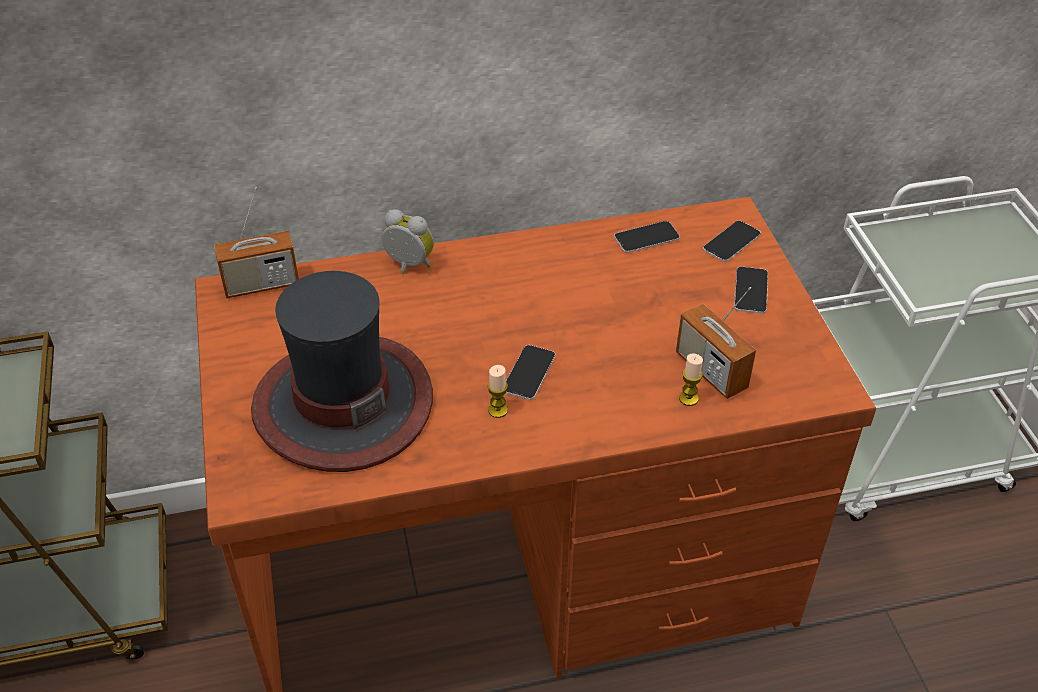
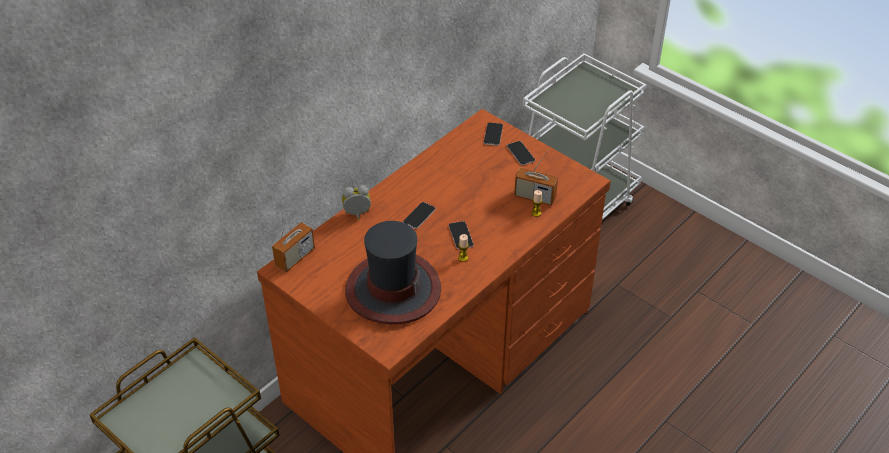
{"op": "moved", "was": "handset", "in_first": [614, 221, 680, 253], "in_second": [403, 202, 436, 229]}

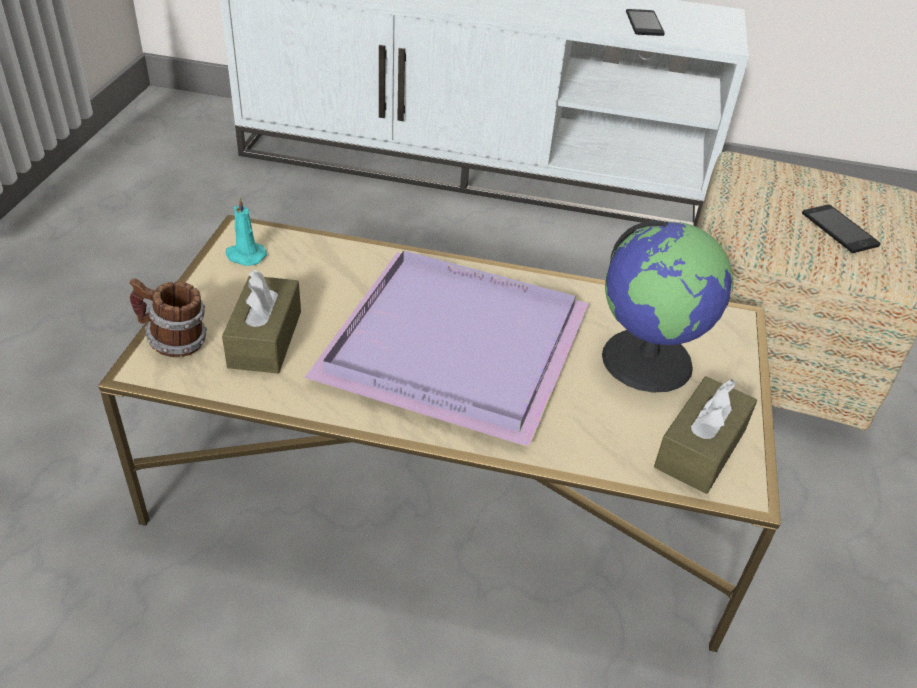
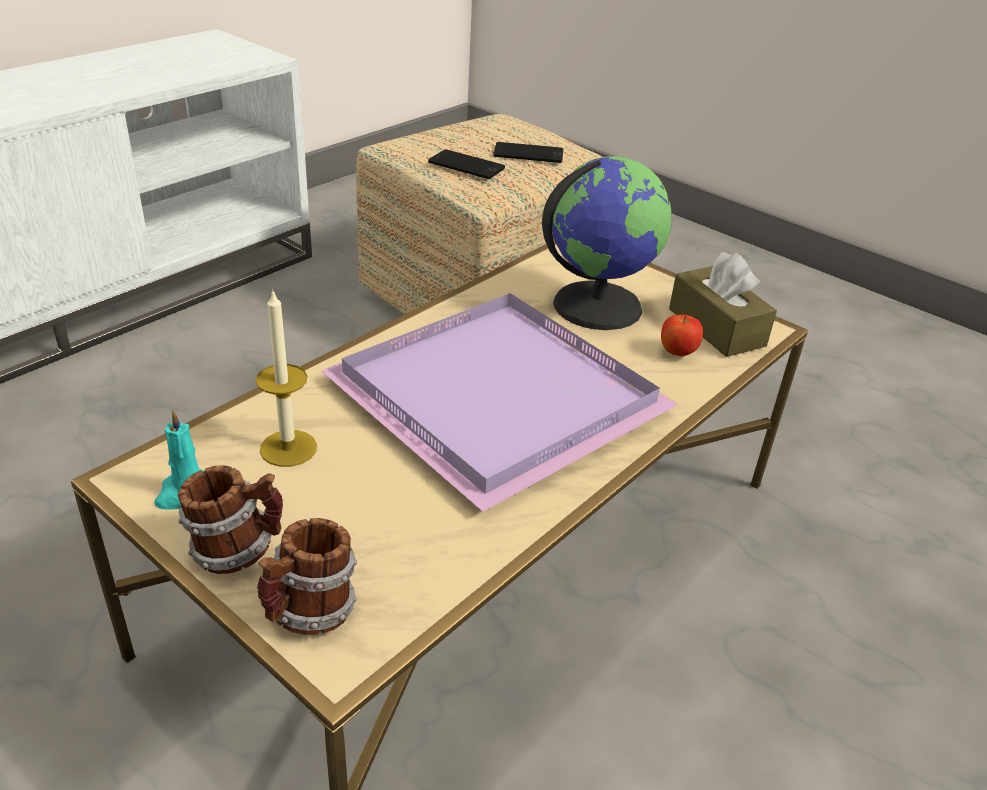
{"op": "moved", "was": "handset", "in_first": [626, 9, 665, 36], "in_second": [428, 149, 505, 179]}
{"op": "removed", "was": "brownish tissue box", "in_first": [222, 270, 301, 374]}
{"op": "added", "now": "wax candle", "in_second": [256, 289, 317, 467]}
{"op": "added", "now": "apple", "in_second": [661, 315, 703, 356]}
{"op": "added", "now": "tea mug", "in_second": [178, 465, 283, 574]}

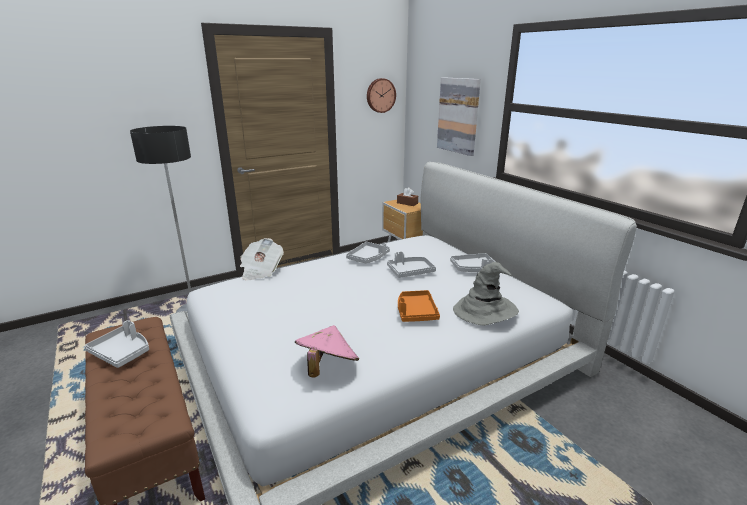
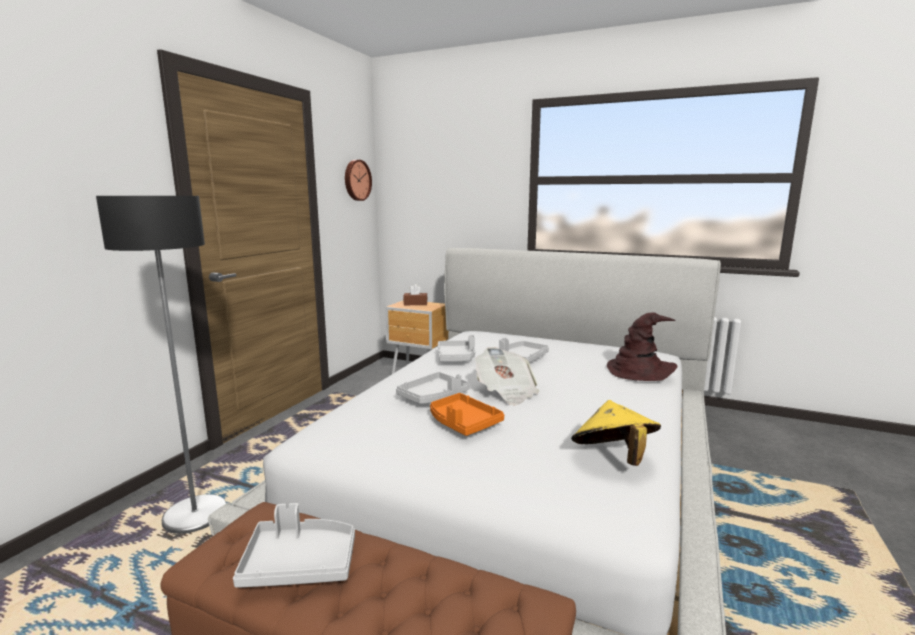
{"op": "removed", "was": "picture", "in_first": [437, 77, 481, 156]}
{"op": "moved", "was": "printed paper", "in_first": [240, 238, 284, 280], "in_second": [475, 347, 539, 406]}
{"op": "moved", "was": "greyish serving tray", "in_first": [450, 253, 495, 272], "in_second": [396, 372, 470, 404]}
{"op": "recoloured", "was": "greyish wearable hat", "now": "brownish wearable hat", "in_first": [453, 262, 519, 326], "in_second": [607, 312, 678, 381]}
{"op": "moved", "was": "orangey serving tray", "in_first": [398, 290, 440, 322], "in_second": [430, 393, 504, 436]}
{"op": "recoloured", "was": "pink wearable hat", "now": "yellow wearable hat", "in_first": [295, 325, 359, 378], "in_second": [571, 400, 661, 466]}

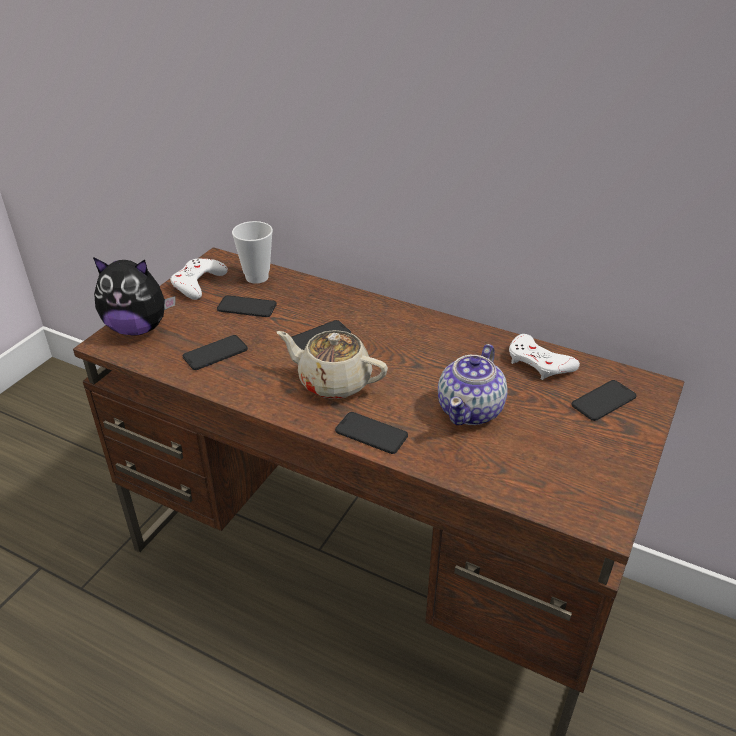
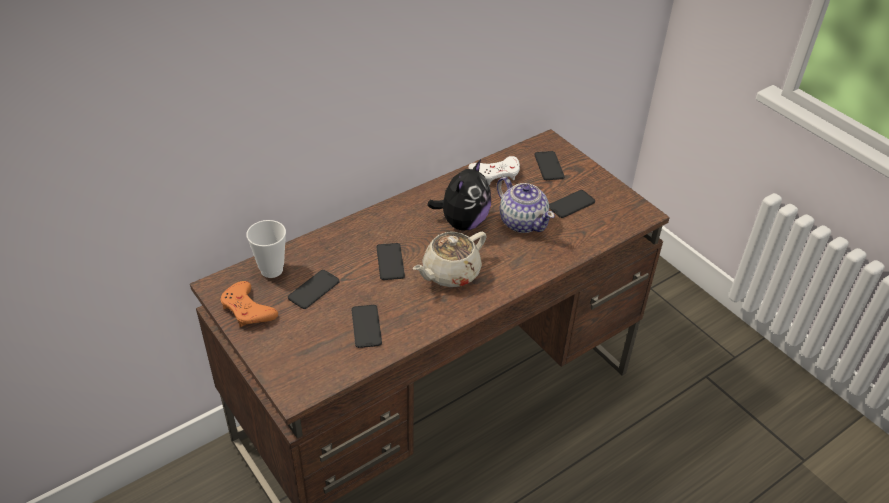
{"op": "moved", "was": "soft toy", "in_first": [93, 257, 175, 336], "in_second": [427, 159, 491, 231]}
{"op": "recoloured", "was": "white game controller", "now": "orangey game controller", "in_first": [170, 258, 228, 300], "in_second": [220, 281, 278, 327]}
{"op": "moved", "was": "handset", "in_first": [335, 412, 408, 454], "in_second": [549, 190, 595, 218]}

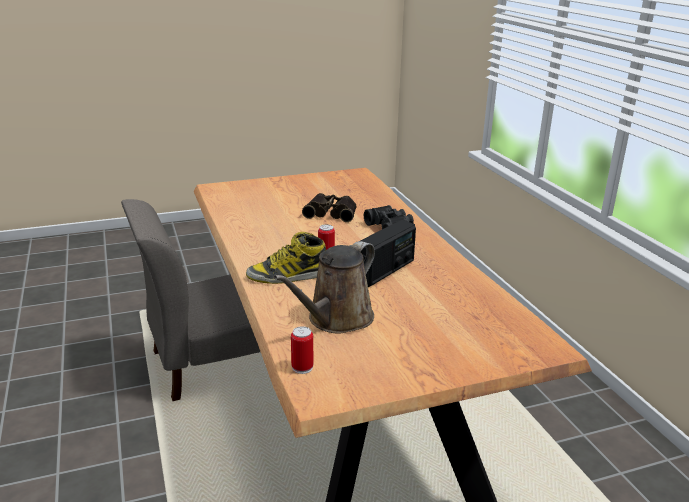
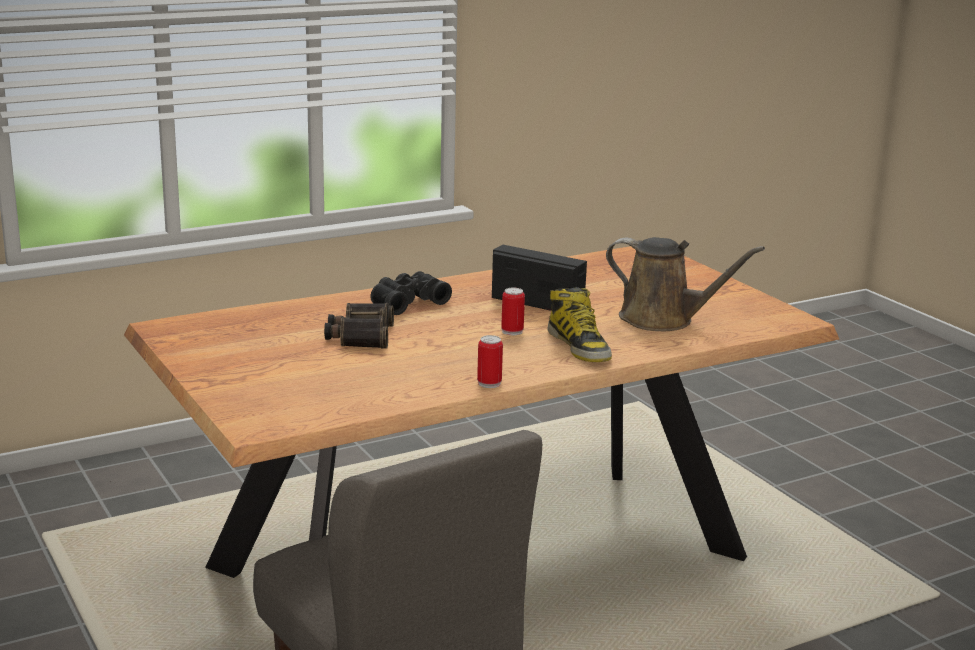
{"op": "moved", "was": "sealed can", "in_first": [291, 326, 313, 374], "in_second": [477, 335, 503, 388]}

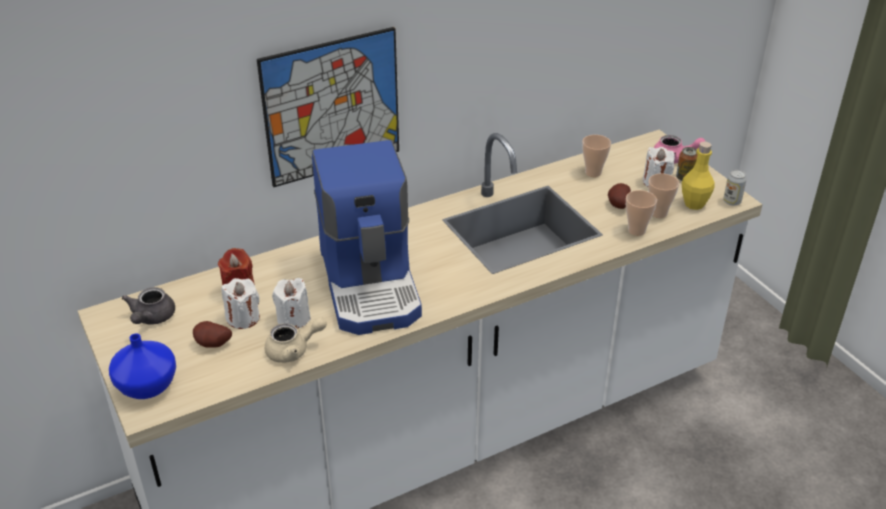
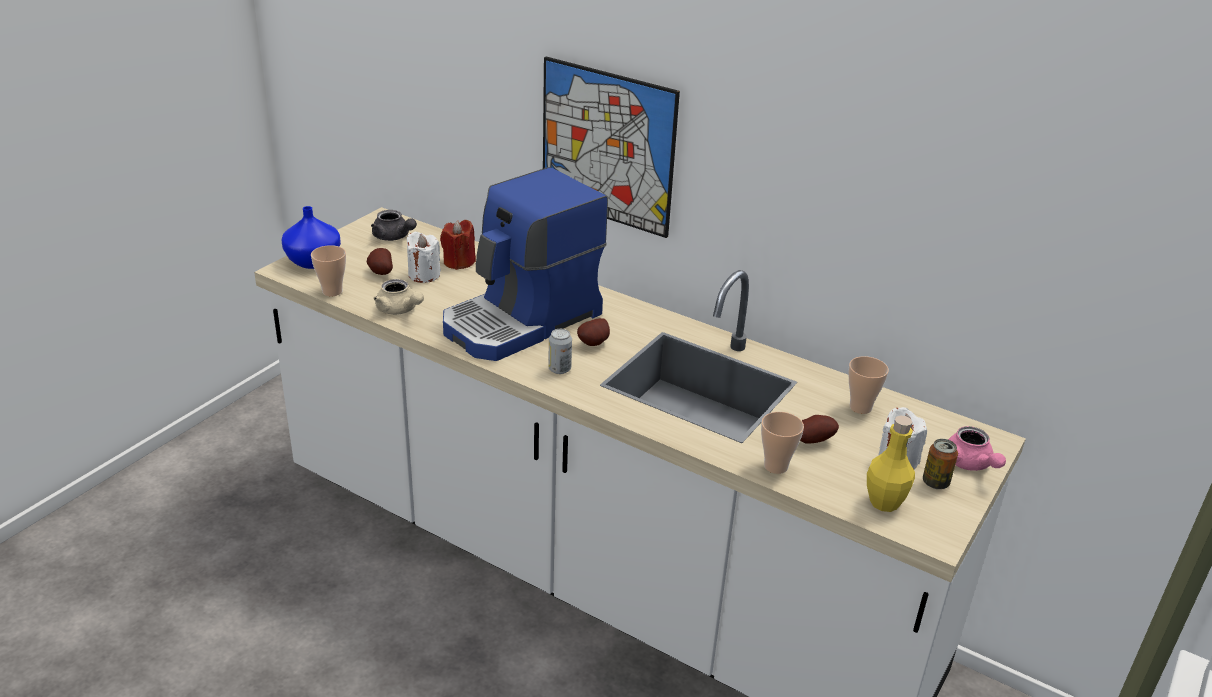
{"op": "moved", "was": "sealed can", "in_first": [723, 170, 747, 206], "in_second": [548, 329, 572, 374]}
{"op": "moved", "was": "small cup", "in_first": [648, 173, 679, 218], "in_second": [311, 245, 346, 297]}
{"op": "removed", "was": "white wax candle", "in_first": [272, 278, 311, 329]}
{"op": "turned", "was": "greyish teapot", "in_first": [122, 287, 175, 324], "in_second": [371, 210, 417, 241], "clockwise": -120}
{"op": "added", "now": "potato", "in_second": [577, 318, 610, 346]}

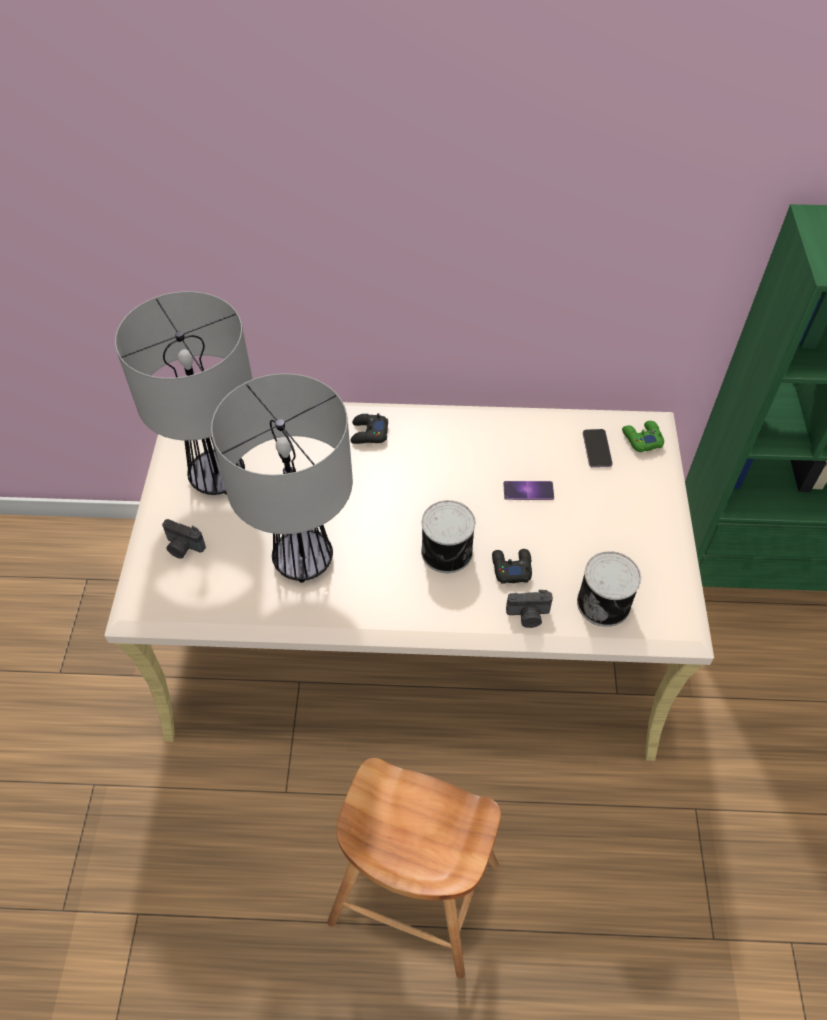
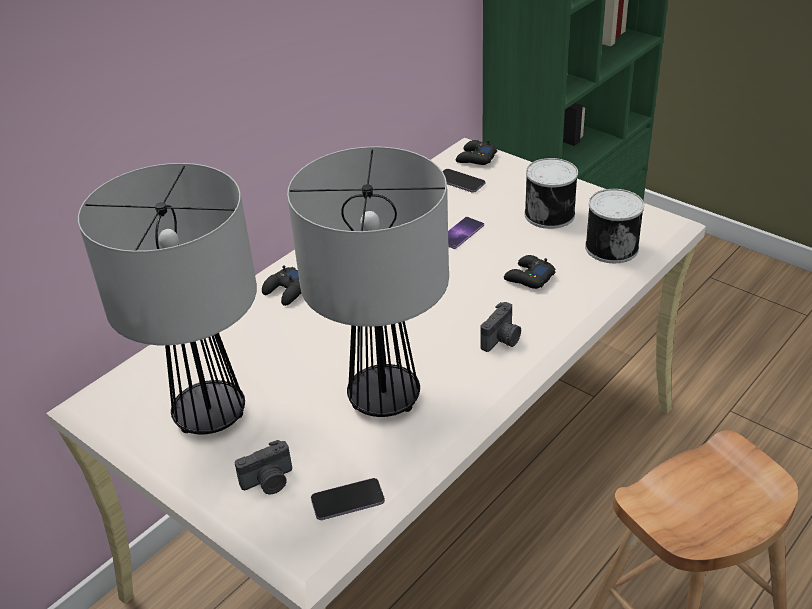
{"op": "recoloured", "was": "green-coloured game controller", "now": "blackish game controller", "in_first": [622, 421, 664, 452], "in_second": [456, 140, 497, 165]}
{"op": "moved", "was": "sealed can", "in_first": [421, 500, 475, 573], "in_second": [524, 158, 578, 229]}
{"op": "moved", "was": "photo camera", "in_first": [506, 590, 553, 628], "in_second": [480, 302, 521, 352]}
{"op": "added", "now": "handset", "in_second": [311, 478, 385, 520]}

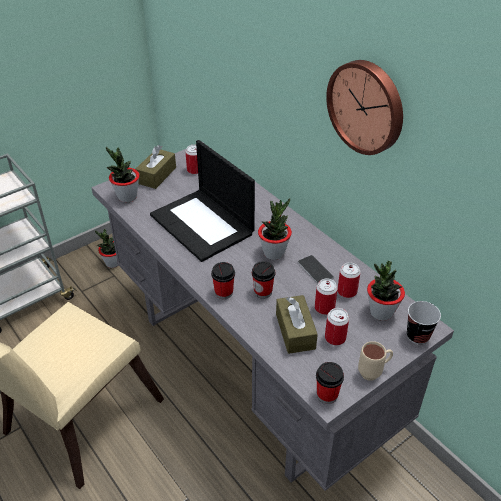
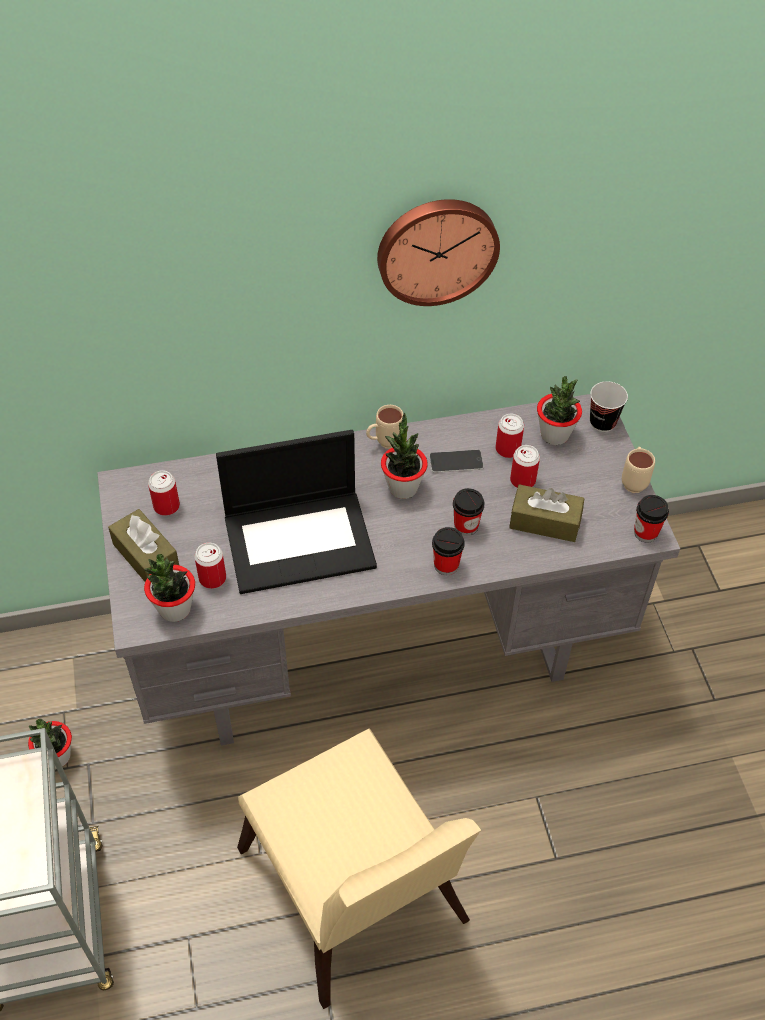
{"op": "moved", "was": "sealed can", "in_first": [325, 308, 349, 345], "in_second": [194, 542, 226, 589]}
{"op": "added", "now": "beige-coloured tea mug", "in_second": [366, 405, 403, 449]}

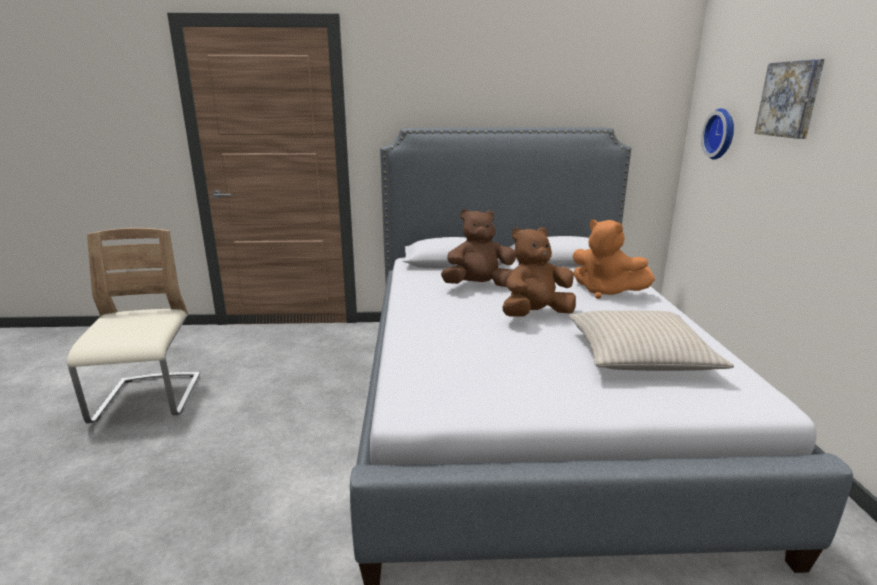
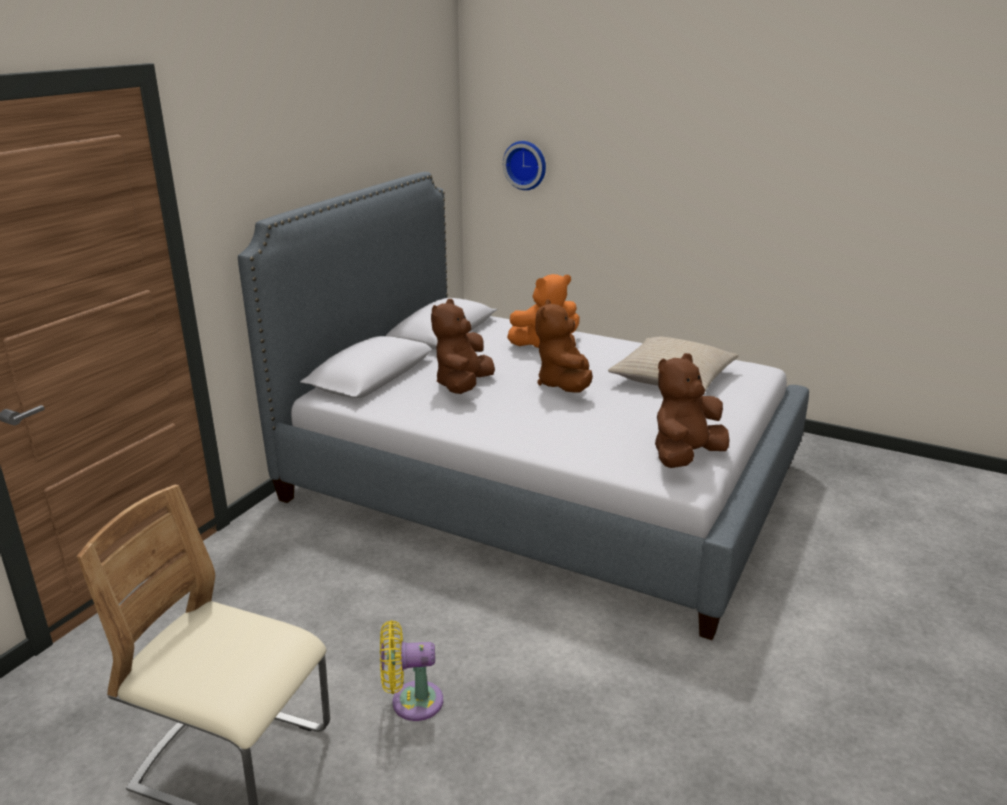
{"op": "removed", "was": "picture", "in_first": [754, 59, 825, 139]}
{"op": "added", "now": "brownish soft toy", "in_second": [655, 353, 730, 468]}
{"op": "added", "now": "yellow electric fan", "in_second": [380, 620, 443, 721]}

